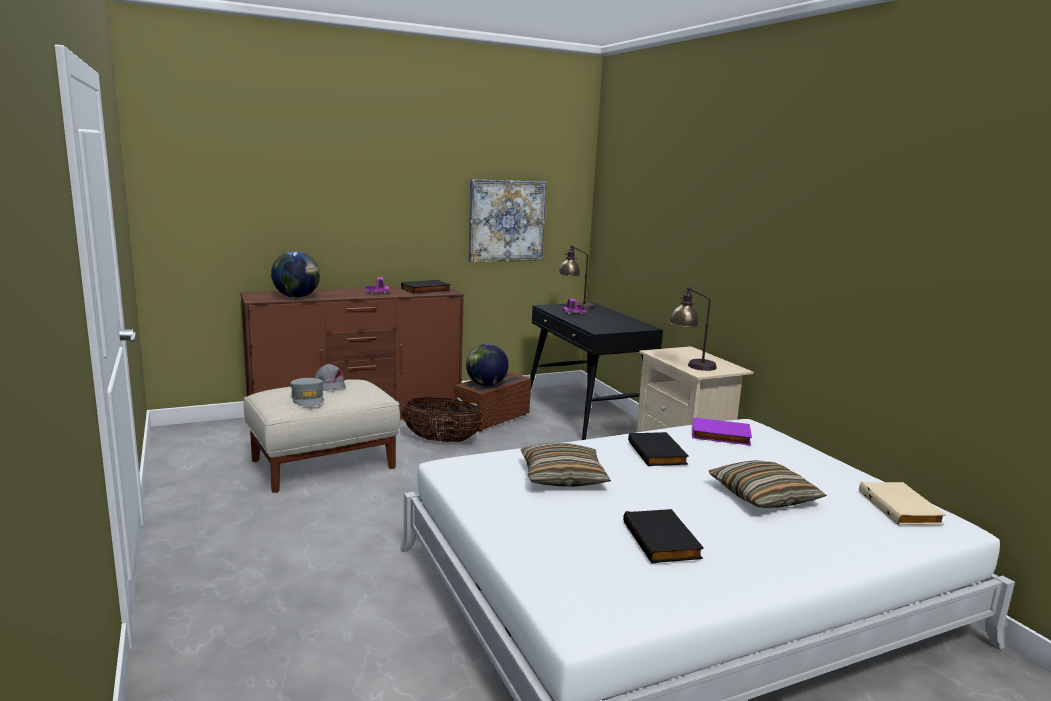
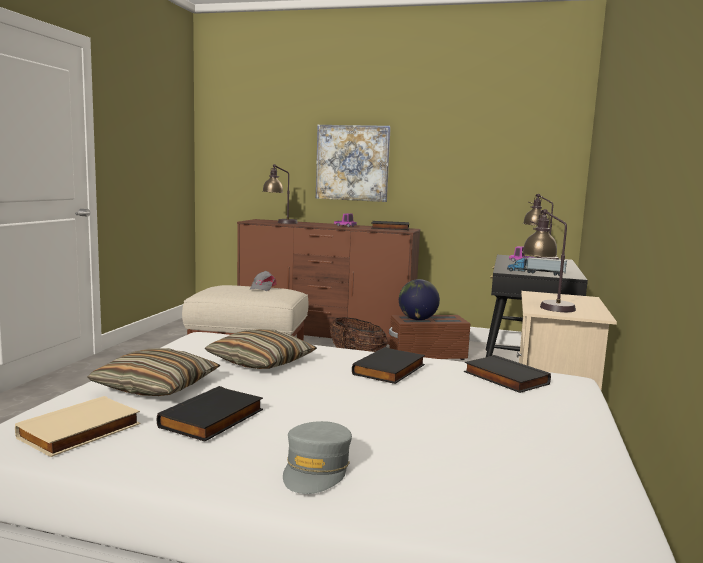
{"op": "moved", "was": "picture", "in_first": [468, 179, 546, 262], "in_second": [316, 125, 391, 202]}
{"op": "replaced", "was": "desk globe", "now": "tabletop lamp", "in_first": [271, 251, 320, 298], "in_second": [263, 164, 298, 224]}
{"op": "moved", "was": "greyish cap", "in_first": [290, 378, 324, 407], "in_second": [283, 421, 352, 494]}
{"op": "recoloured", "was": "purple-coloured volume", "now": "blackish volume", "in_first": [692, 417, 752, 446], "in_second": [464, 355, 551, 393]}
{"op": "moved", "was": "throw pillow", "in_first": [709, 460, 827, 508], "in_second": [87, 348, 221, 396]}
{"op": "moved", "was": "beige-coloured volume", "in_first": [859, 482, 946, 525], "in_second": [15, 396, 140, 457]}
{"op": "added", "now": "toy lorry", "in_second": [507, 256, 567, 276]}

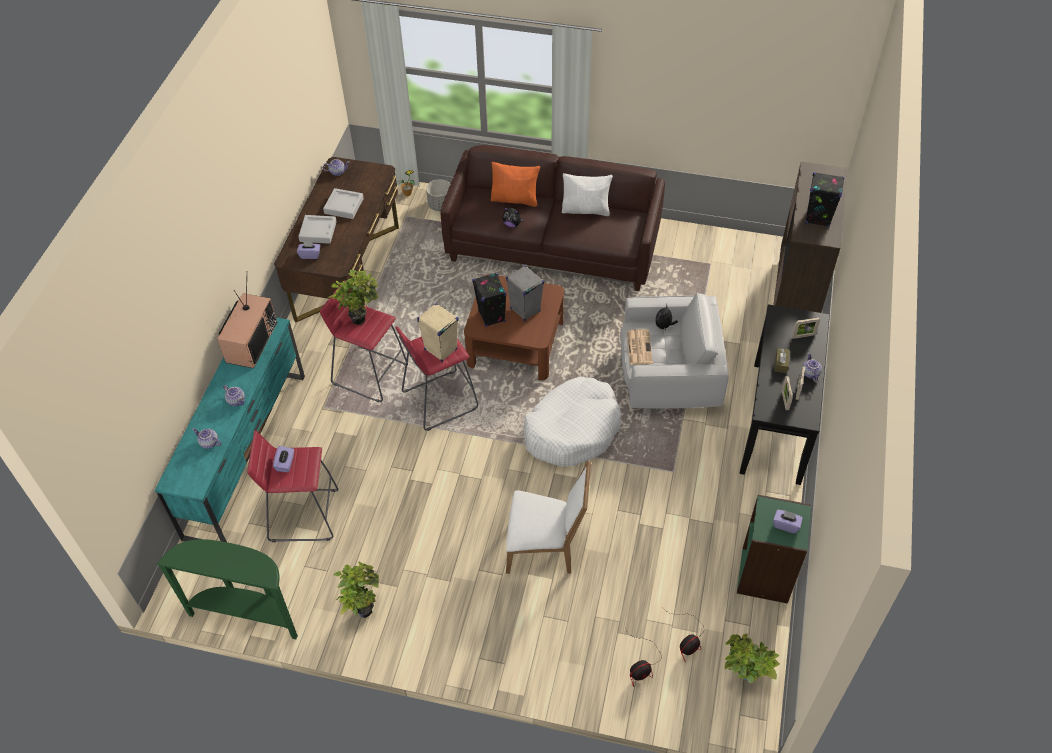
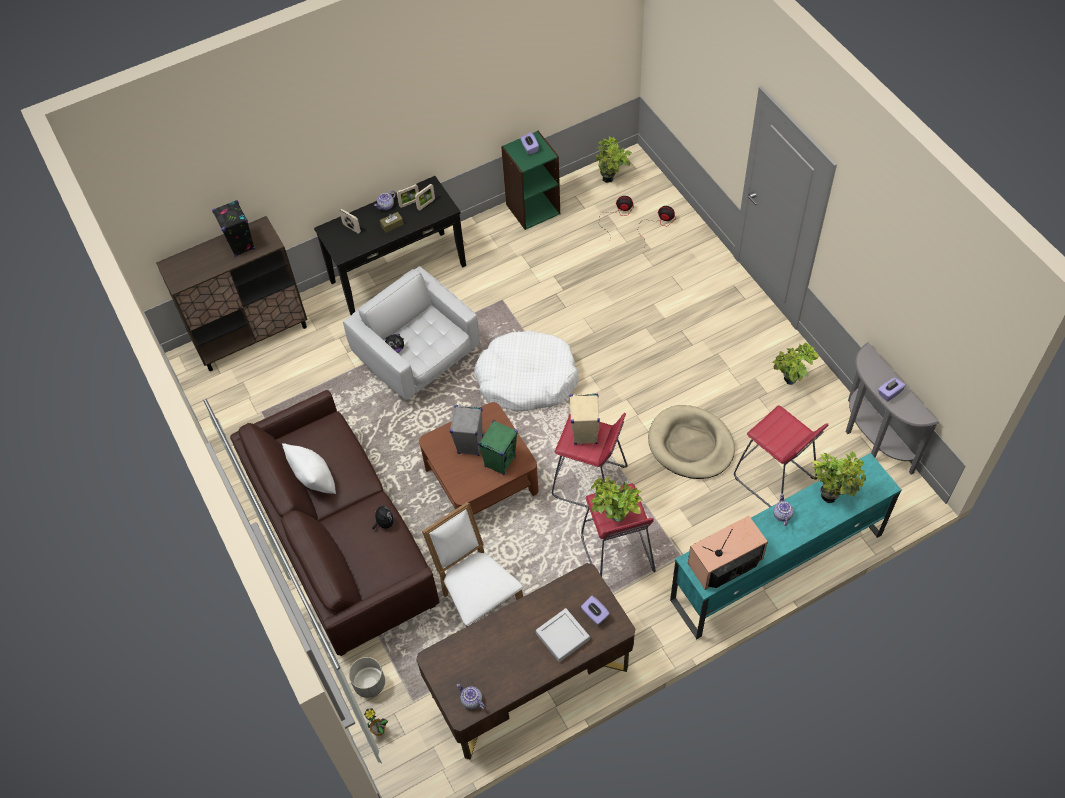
{"op": "removed", "was": "orangey throw pillow", "in_first": [491, 162, 540, 207]}
{"op": "removed", "was": "greyish serving tray", "in_first": [323, 188, 364, 219]}
{"op": "recoloured", "was": "blackish audio speaker", "now": "green-coloured audio speaker", "in_first": [472, 273, 507, 327], "in_second": [478, 420, 518, 475]}
{"op": "removed", "was": "printed paper", "in_first": [627, 329, 653, 365]}
{"op": "replaced", "was": "teapot", "now": "houseplant", "in_first": [192, 428, 221, 449], "in_second": [812, 451, 866, 503]}
{"op": "moved", "was": "purple-coloured tissue box", "in_first": [273, 446, 294, 472], "in_second": [878, 378, 906, 402]}
{"op": "moved", "was": "white plain chair", "in_first": [506, 460, 591, 574], "in_second": [422, 502, 523, 627]}
{"op": "recoloured", "was": "green-coloured console table", "now": "greyish console table", "in_first": [156, 539, 298, 639], "in_second": [846, 342, 939, 475]}
{"op": "added", "now": "beige-coloured dog cushion", "in_second": [648, 405, 735, 479]}

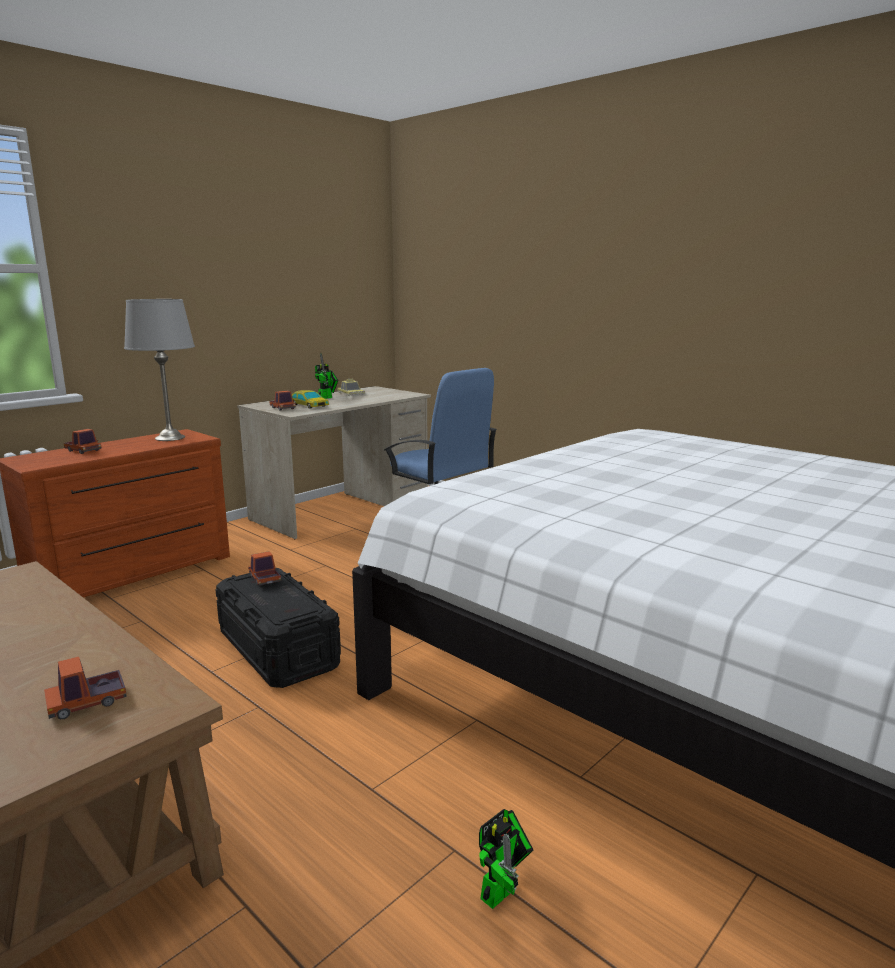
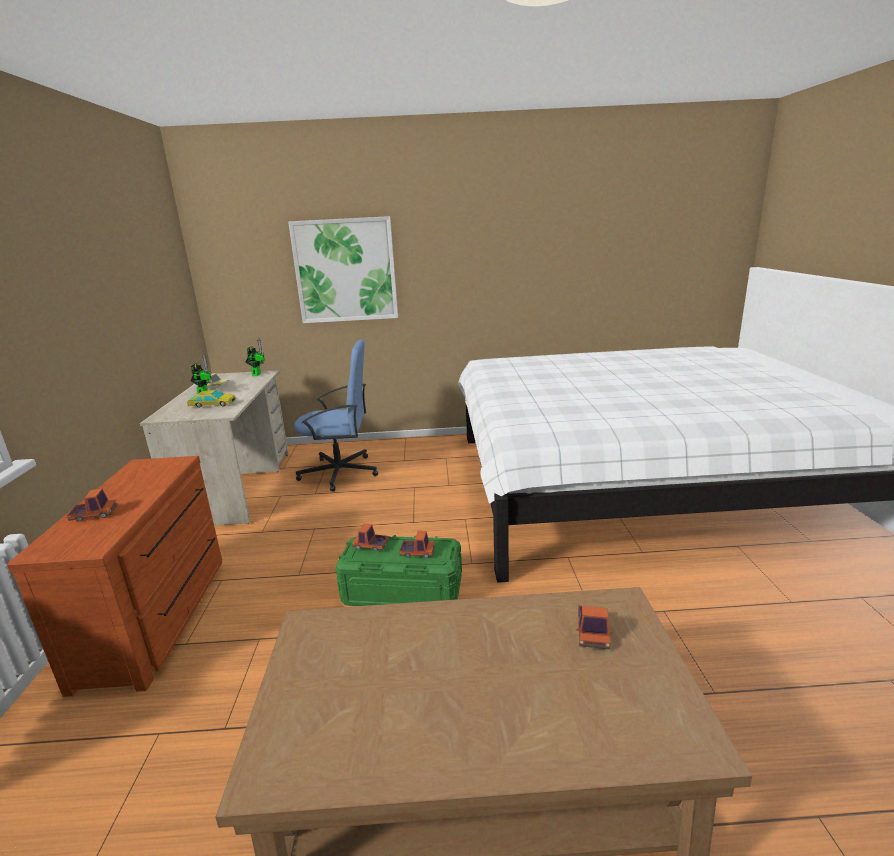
{"op": "removed", "was": "greyish tabletop lamp", "in_first": [124, 299, 195, 441]}
{"op": "moved", "was": "toy lorry", "in_first": [269, 391, 296, 411], "in_second": [399, 531, 435, 558]}
{"op": "recoloured", "was": "blackish storage box", "now": "green-coloured storage box", "in_first": [215, 568, 341, 688], "in_second": [335, 535, 462, 606]}
{"op": "moved", "was": "toy robot", "in_first": [479, 809, 533, 909], "in_second": [245, 338, 265, 376]}
{"op": "added", "now": "picture", "in_second": [288, 216, 398, 323]}

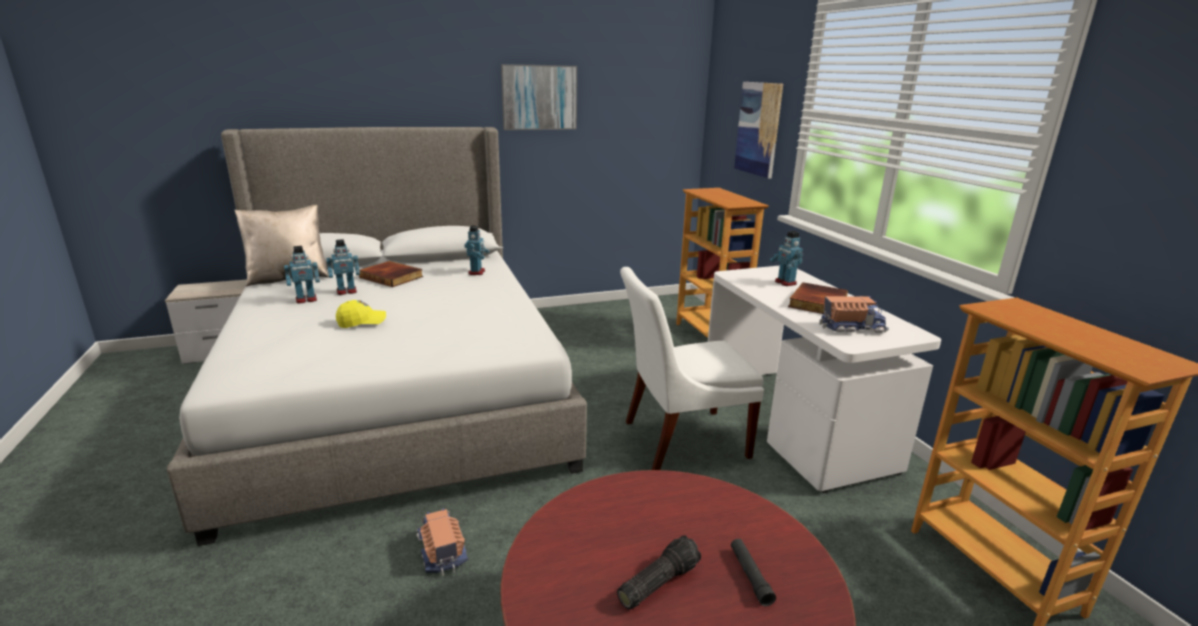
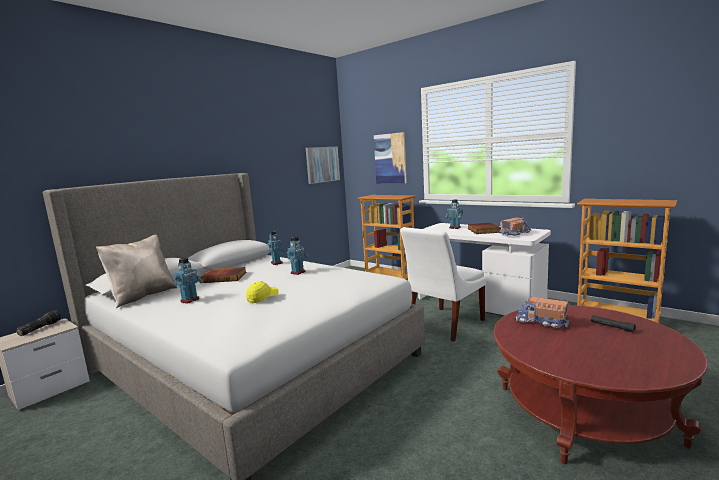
{"op": "moved", "was": "picture", "in_first": [501, 64, 577, 130], "in_second": [306, 147, 340, 184]}
{"op": "moved", "was": "toy robot", "in_first": [327, 239, 360, 295], "in_second": [287, 237, 310, 275]}
{"op": "moved", "was": "toy lorry", "in_first": [417, 508, 468, 576], "in_second": [515, 296, 569, 328]}
{"op": "moved", "was": "hand torch", "in_first": [617, 535, 701, 610], "in_second": [16, 310, 61, 336]}

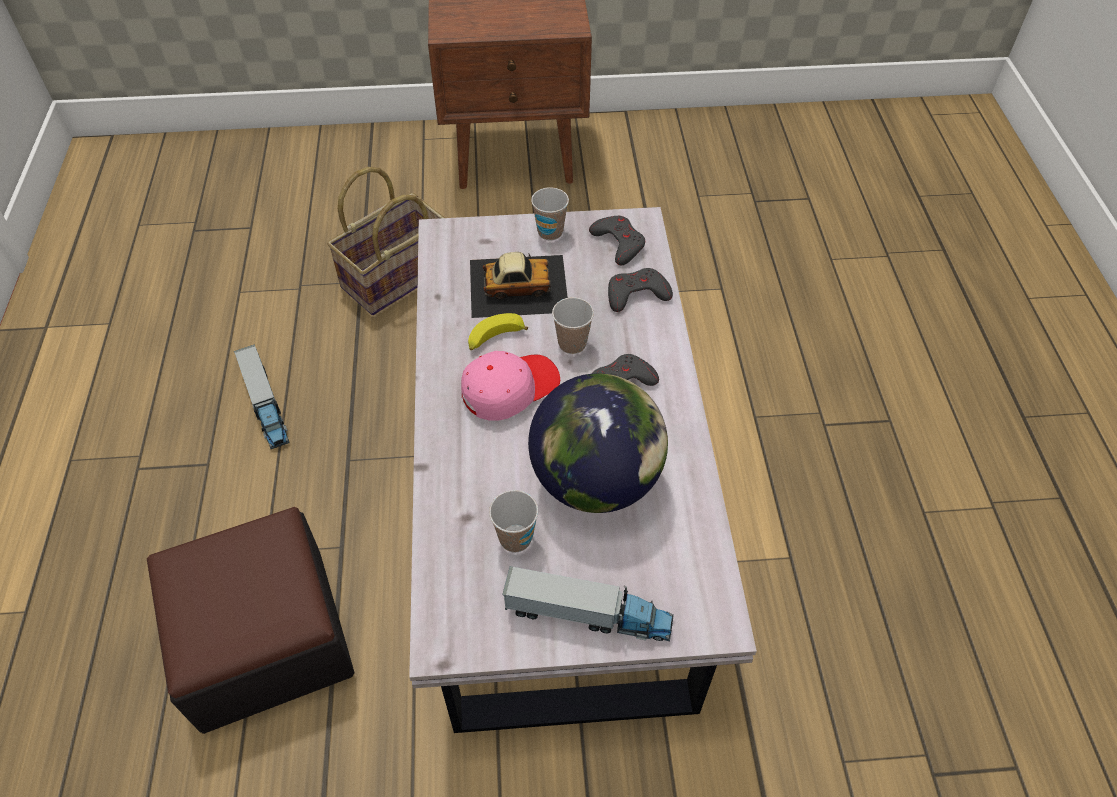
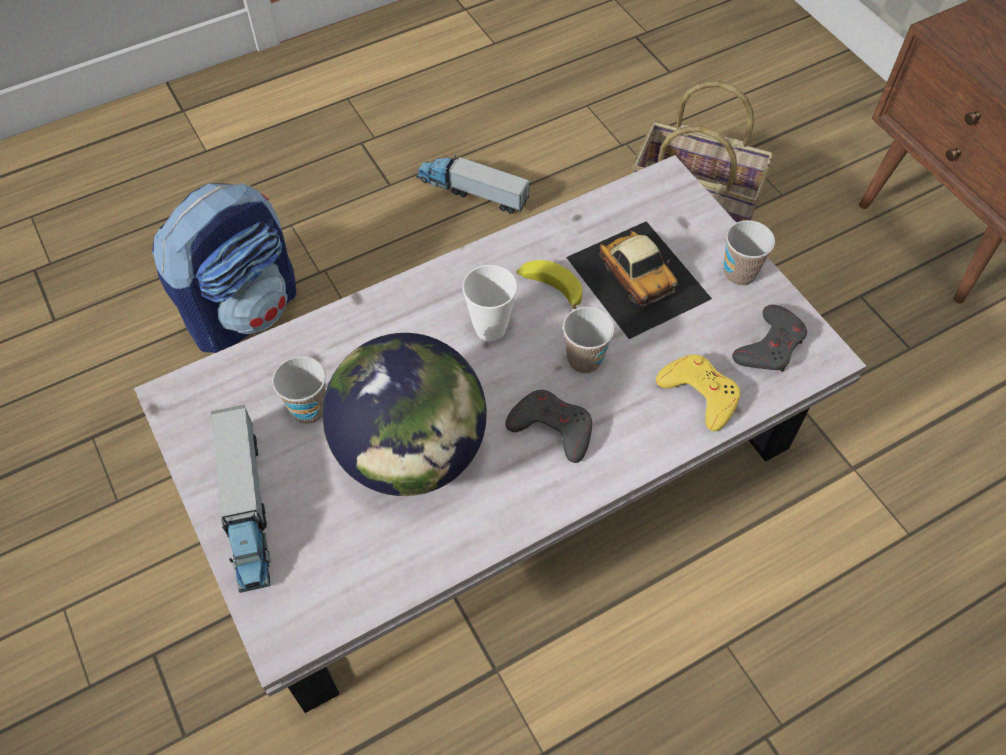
{"op": "recoloured", "was": "greyish game controller", "now": "yellow game controller", "in_first": [608, 268, 673, 312], "in_second": [656, 354, 740, 431]}
{"op": "turned", "was": "toy lorry", "in_first": [234, 344, 290, 449], "in_second": [416, 154, 531, 214], "clockwise": 75}
{"op": "replaced", "was": "pink cap", "now": "small cup", "in_first": [461, 351, 560, 421], "in_second": [462, 265, 517, 341]}
{"op": "replaced", "was": "ottoman", "now": "backpack", "in_first": [147, 507, 355, 734], "in_second": [152, 183, 297, 353]}

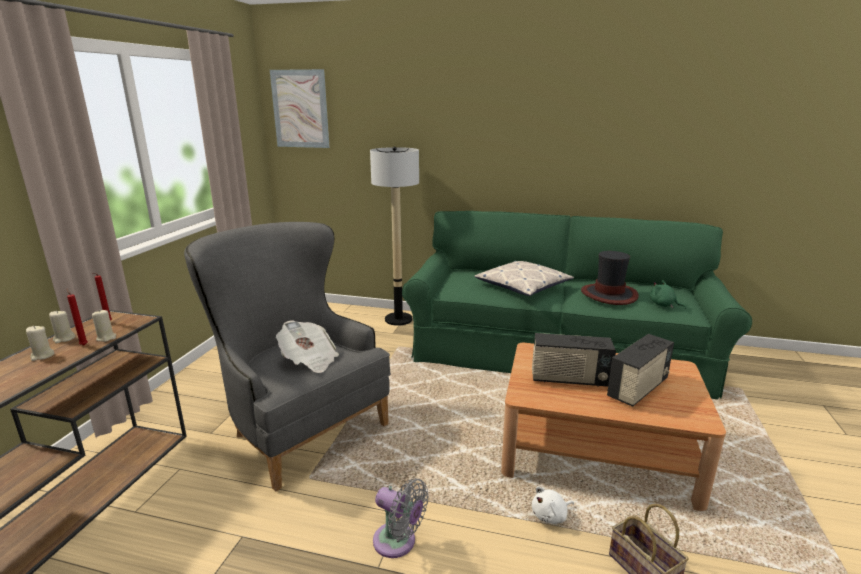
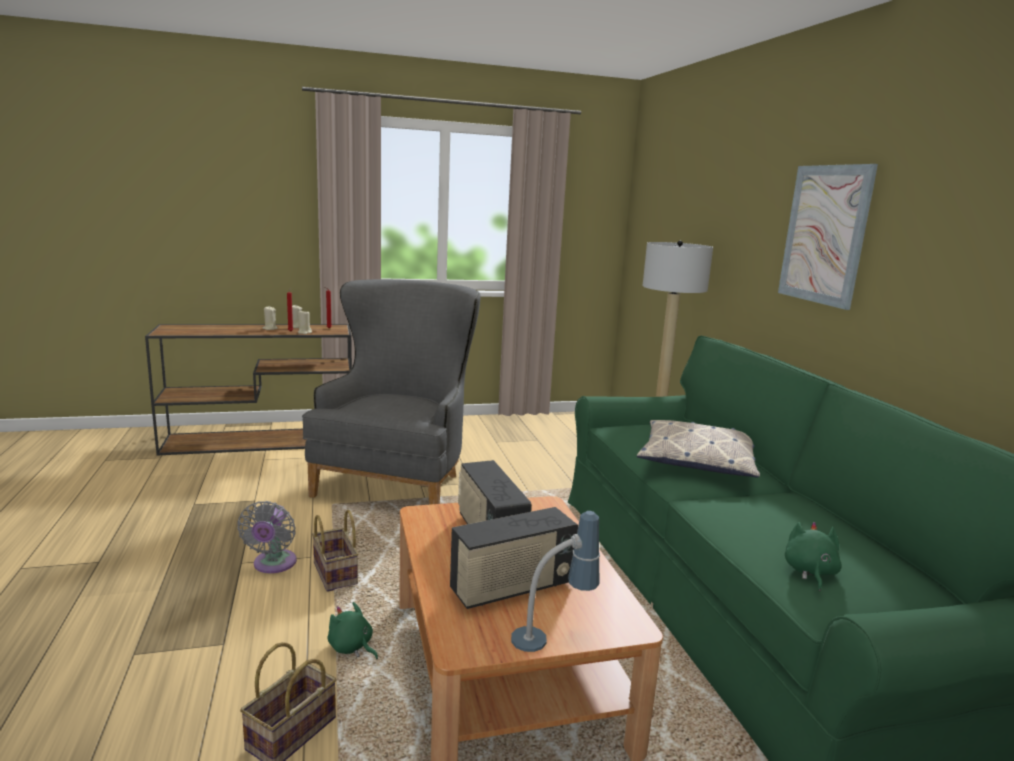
{"op": "moved", "was": "picture", "in_first": [270, 69, 330, 148], "in_second": [778, 164, 878, 310]}
{"op": "removed", "was": "wearable hat", "in_first": [581, 251, 639, 305]}
{"op": "removed", "was": "printed paper", "in_first": [276, 320, 339, 373]}
{"op": "turned", "was": "radio set", "in_first": [607, 334, 674, 407], "in_second": [450, 507, 578, 609], "clockwise": -45}
{"op": "recoloured", "was": "white soft toy", "now": "green-coloured soft toy", "in_first": [532, 486, 574, 524], "in_second": [328, 602, 378, 659]}
{"op": "added", "now": "household basket", "in_second": [312, 510, 359, 592]}
{"op": "added", "now": "tabletop lamp", "in_second": [511, 511, 600, 652]}

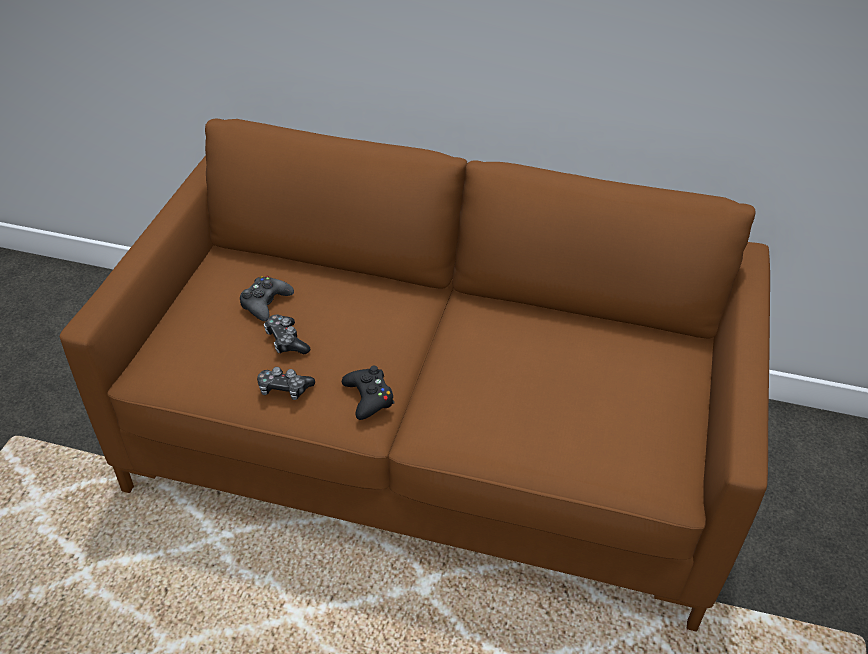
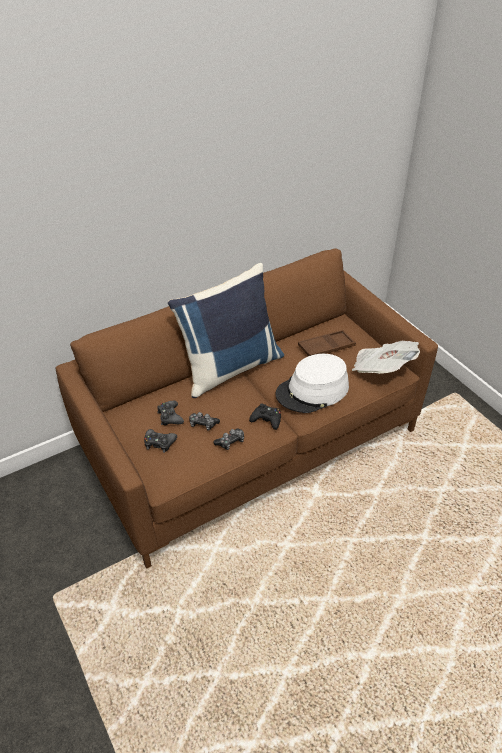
{"op": "added", "now": "blue throw pillow", "in_second": [168, 263, 284, 398]}
{"op": "added", "now": "brownish serving tray", "in_second": [298, 330, 356, 356]}
{"op": "added", "now": "printed paper", "in_second": [352, 341, 420, 374]}
{"op": "added", "now": "white wearable hat", "in_second": [276, 354, 349, 413]}
{"op": "added", "now": "blackish game controller", "in_second": [144, 429, 177, 453]}

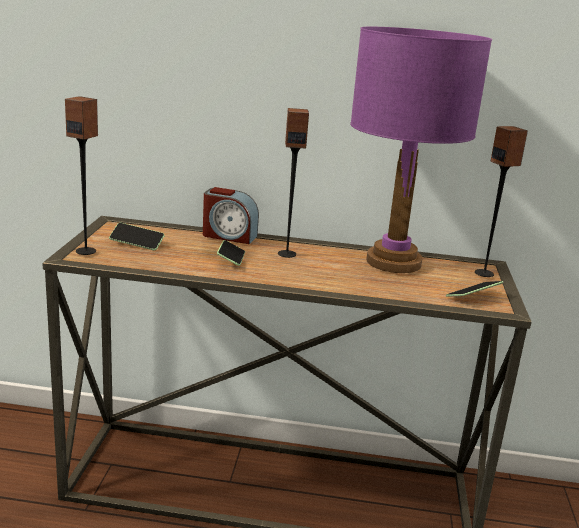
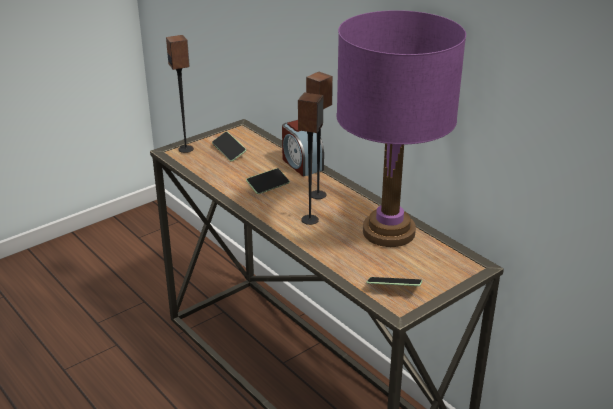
{"op": "moved", "was": "audio speaker", "in_first": [475, 126, 528, 277], "in_second": [298, 93, 323, 225]}

